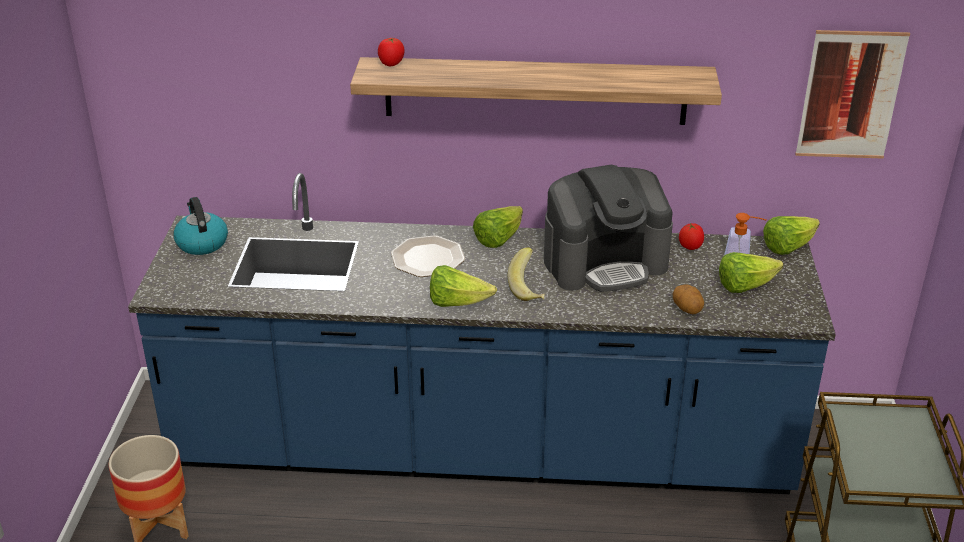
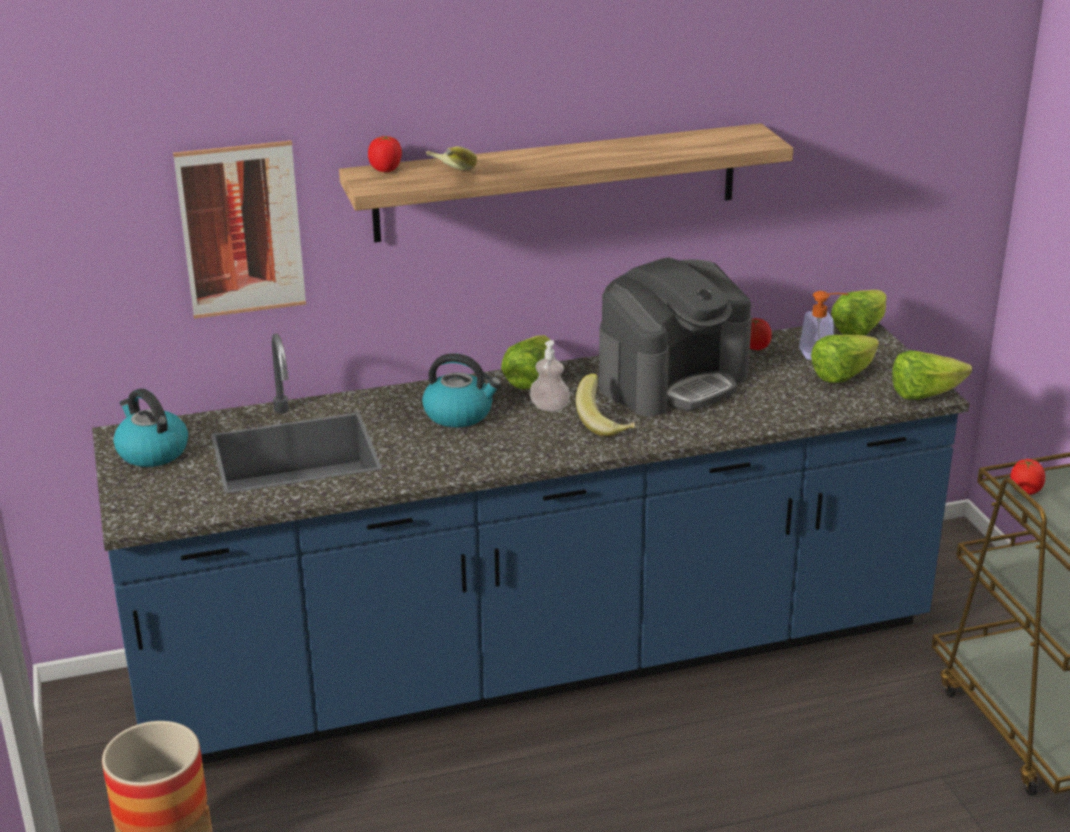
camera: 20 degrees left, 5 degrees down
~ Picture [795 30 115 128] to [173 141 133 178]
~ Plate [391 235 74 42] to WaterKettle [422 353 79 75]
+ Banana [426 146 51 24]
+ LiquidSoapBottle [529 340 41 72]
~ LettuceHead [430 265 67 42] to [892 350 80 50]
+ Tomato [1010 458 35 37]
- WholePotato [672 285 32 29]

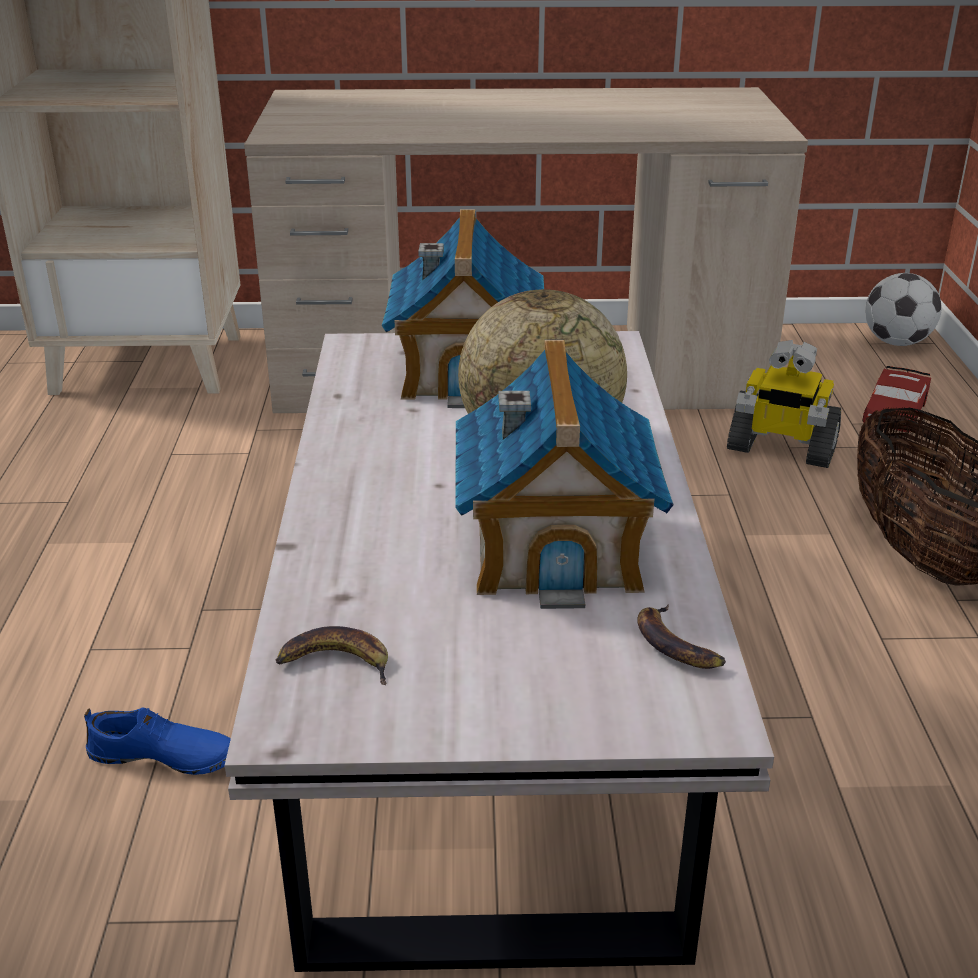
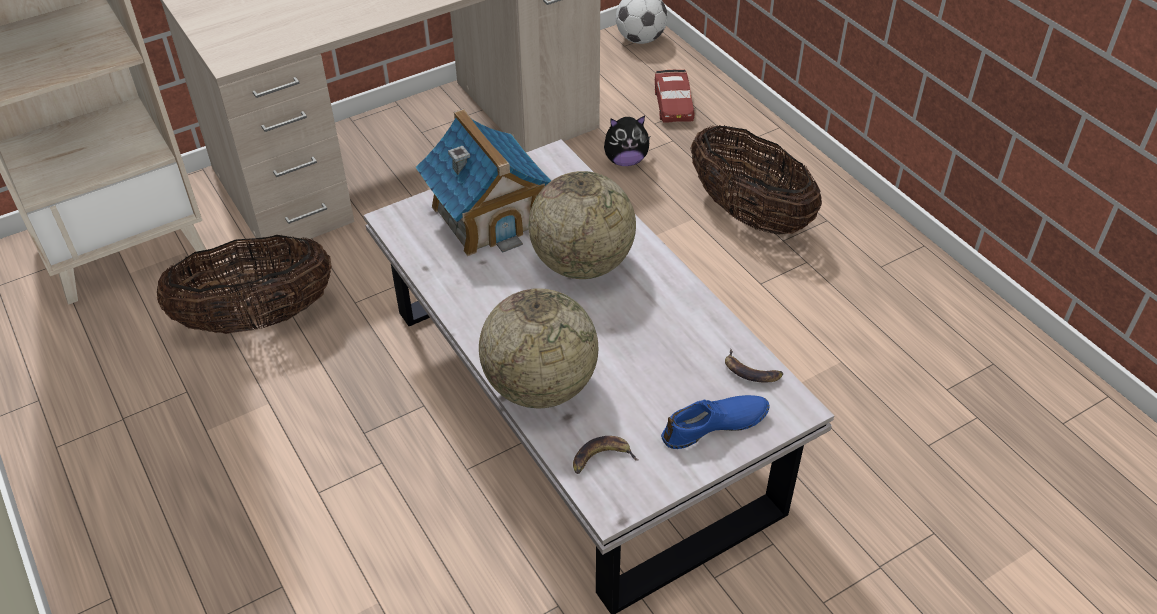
camera: 30 degrees left, 15 degrees up
+ StorageBasket [157 234 175 100]
+ WorldGlobe [479 288 119 120]
~ ModelRobot [727 340 114 128] to CuddlyToy [604 116 46 50]
~ BluishLowShoe [84 707 147 68] to [661 395 108 54]
- ModelHouse [455 340 219 269]

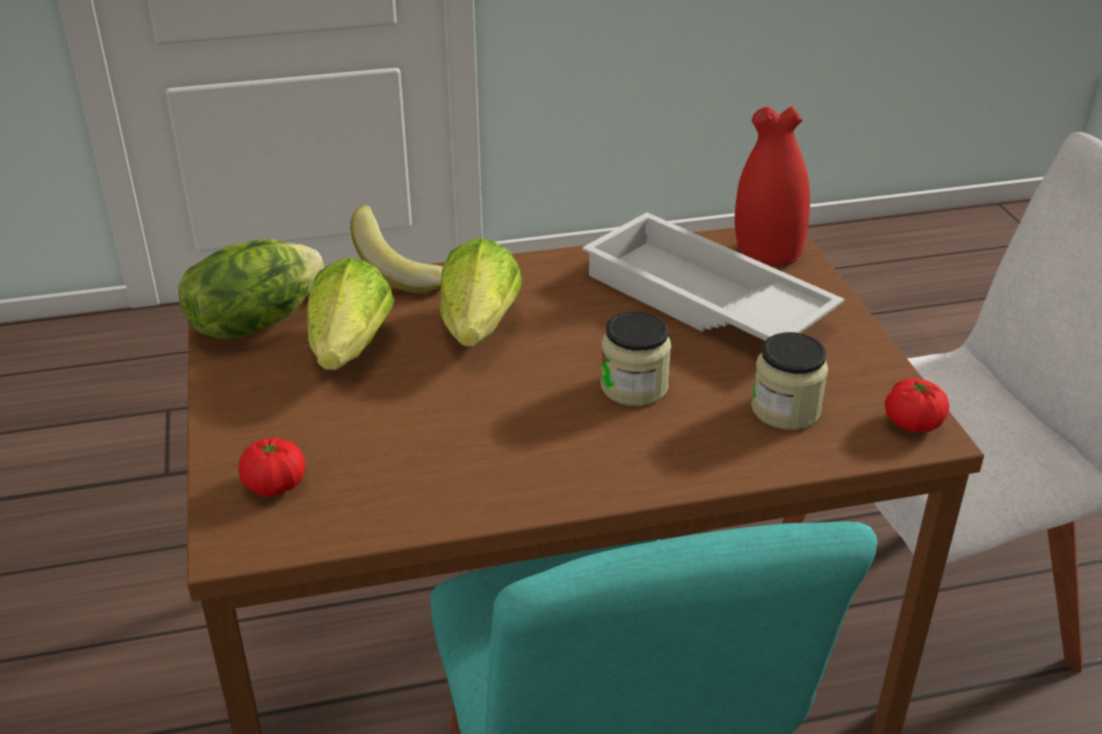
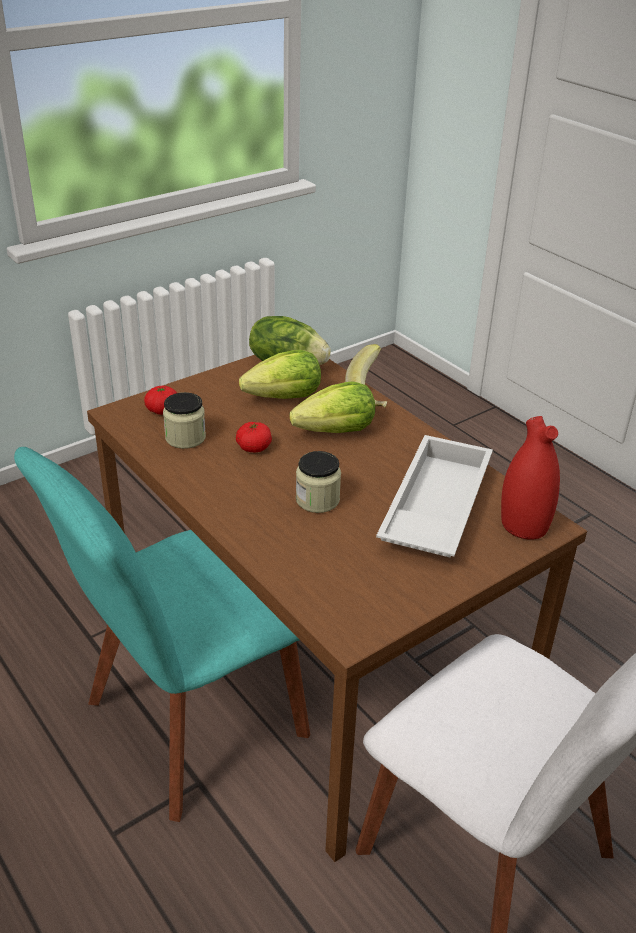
camera: 65 degrees right, 0 degrees up
~ PreserveJar [751 332 77 98] to [163 392 43 57]
~ Tomato [885 378 64 54] to [236 422 36 30]

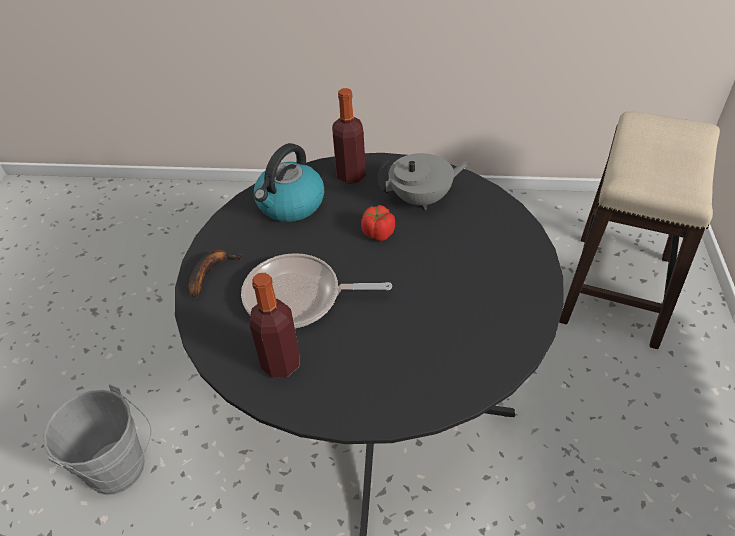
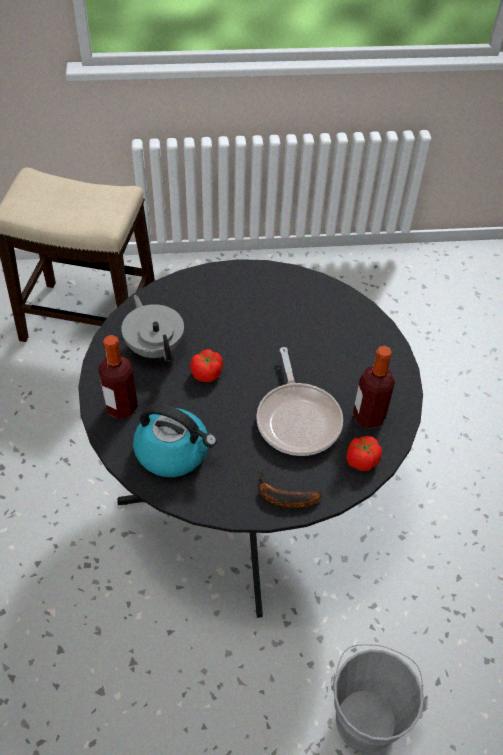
camera: 105 degrees left, 5 degrees up
+ Tomato [346 436 36 35]

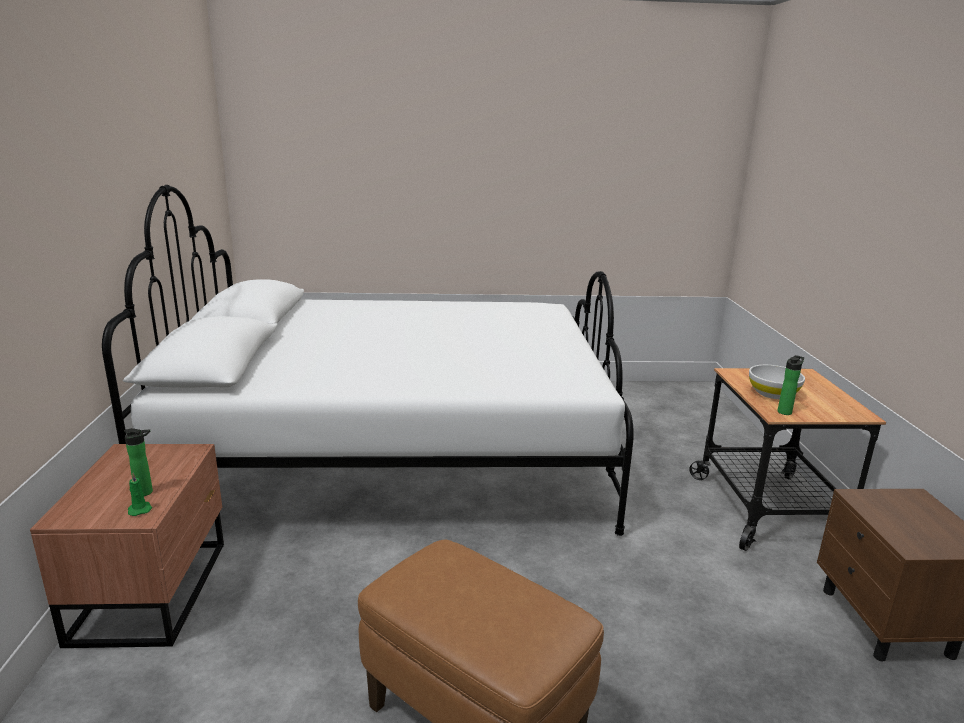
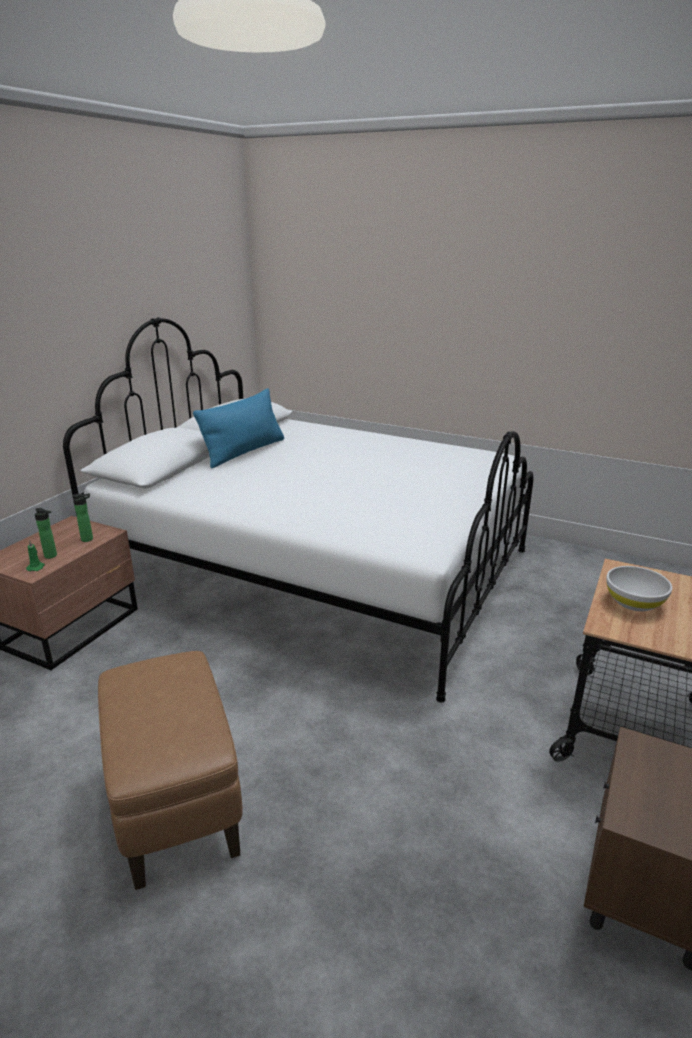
camera: 30 degrees right, 5 degrees up
~ Bottle [777 355 27 60] to [72 493 21 49]
+ BluishThrowPillow [193 388 91 80]

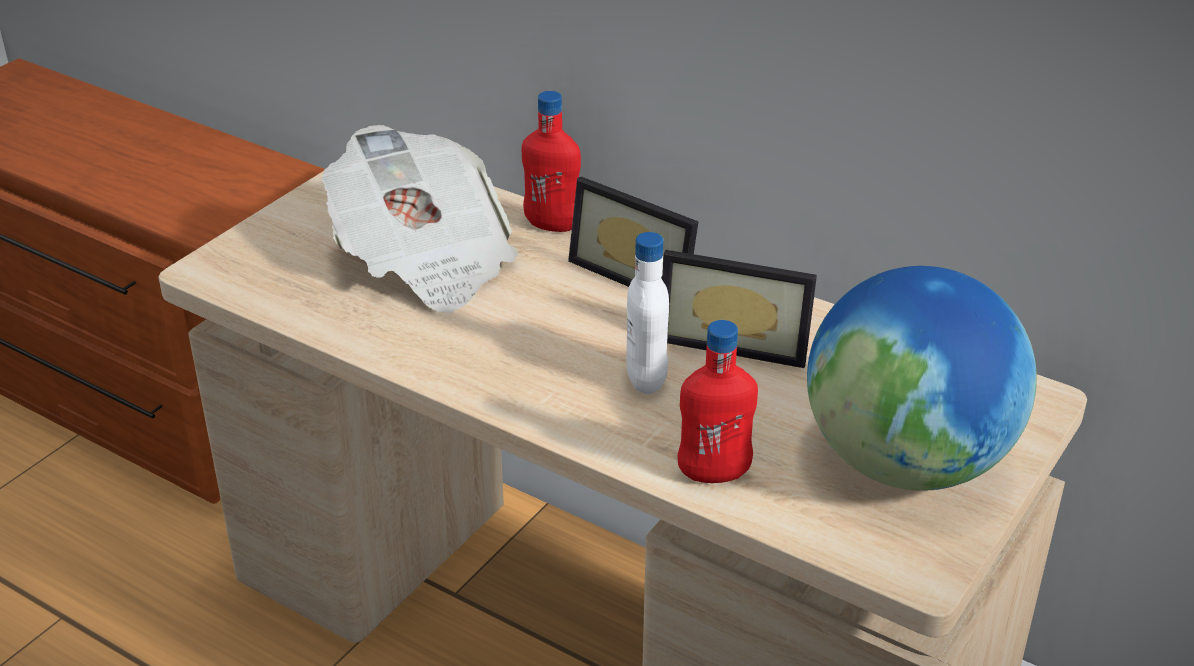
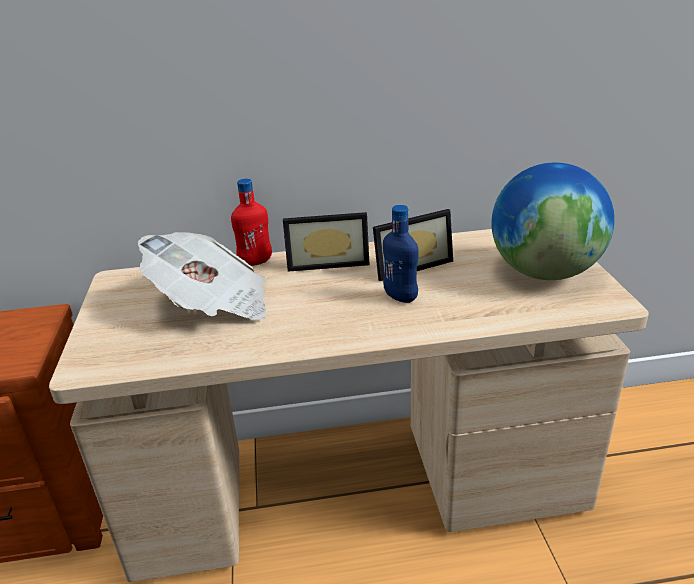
camera: 40 degrees left, 5 degrees down
~ WhiteBottle [626 232 43 162] to BluishBottle [383 205 36 98]
- RedBottle [678 320 80 163]

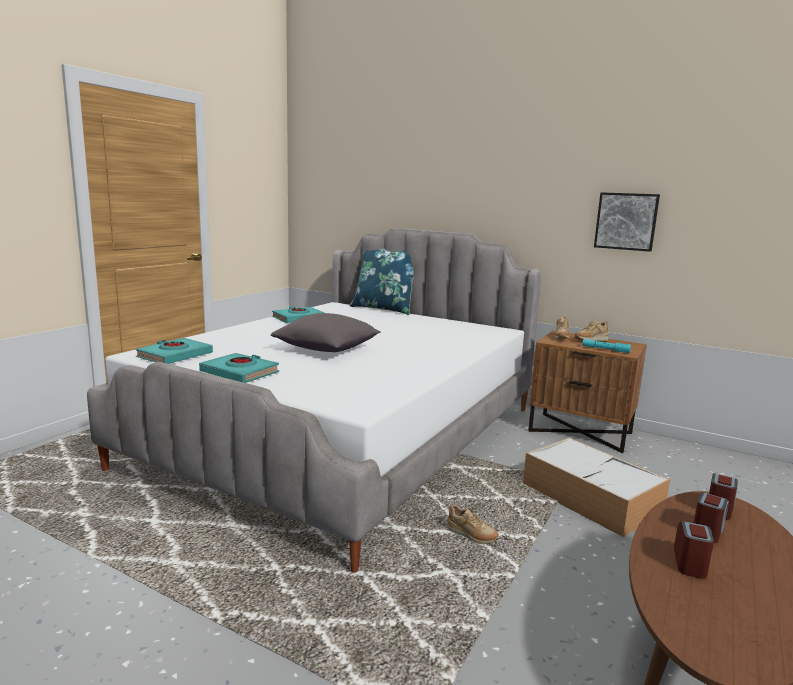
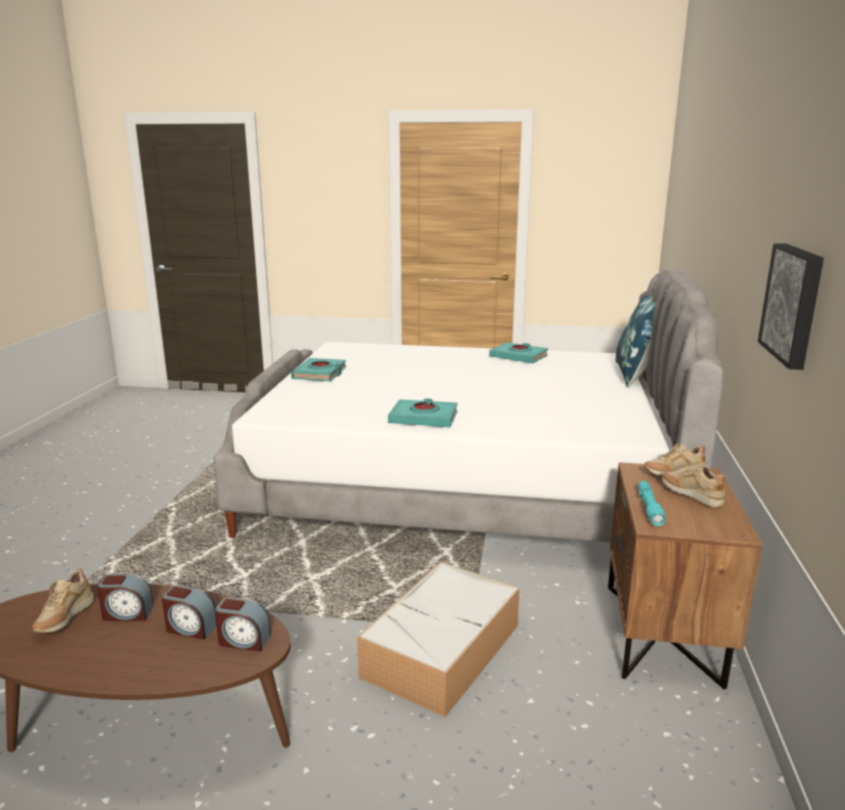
camera: 70 degrees right, 5 degrees up
~ BeigeLowShoe [447 505 52 39] to [32 569 63 64]
~ TurquoiseColouredBook [136 338 77 26] to [388 398 70 29]
- GreyishThrowPillow [271 313 110 39]

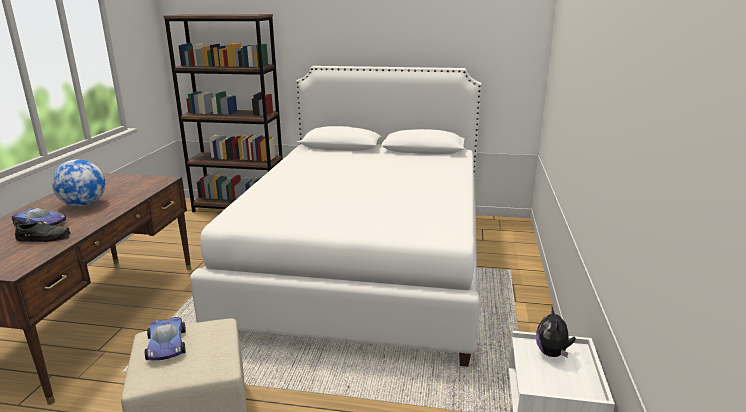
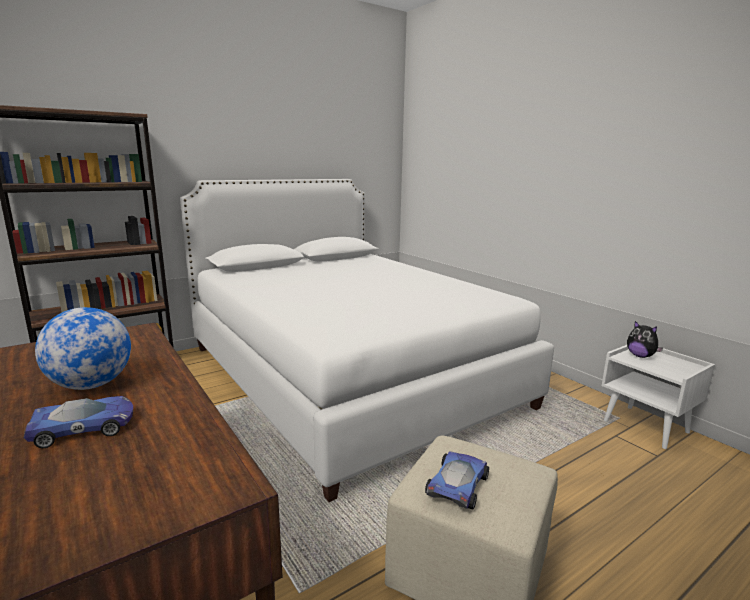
camera: 45 degrees left, 5 degrees down
~ ModelCar [145 317 41 43] = [425 451 64 59] 90 degrees counterclockwise
- BlackLowShoe [15 221 55 21]

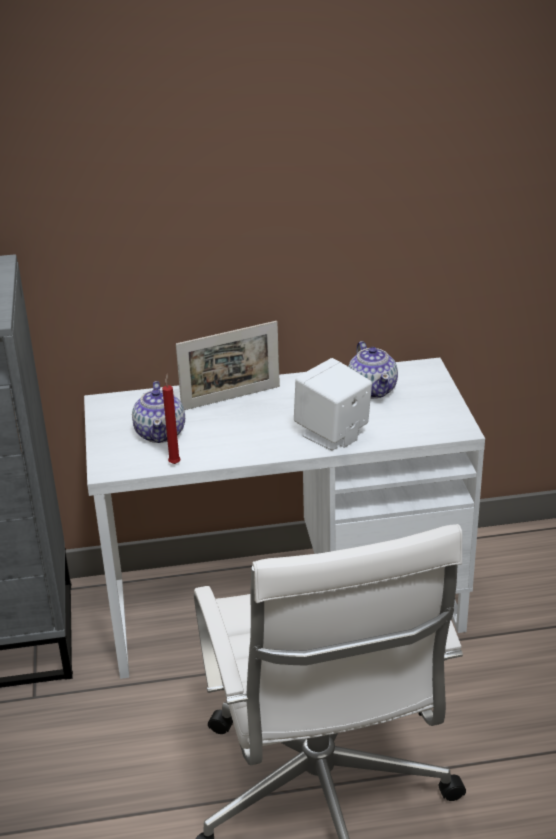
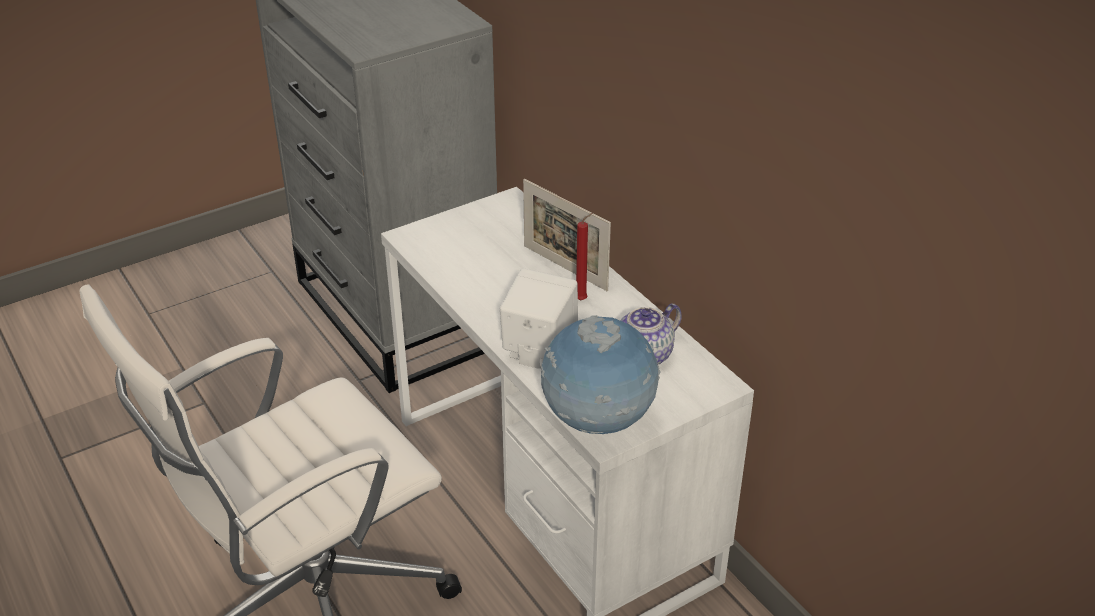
camera: 65 degrees right, 5 degrees up
+ WorldGlobe [540 315 121 119]
~ RedWaxCandle [162 373 19 91] to [576 213 17 87]
- Teapot [132 381 53 62]

